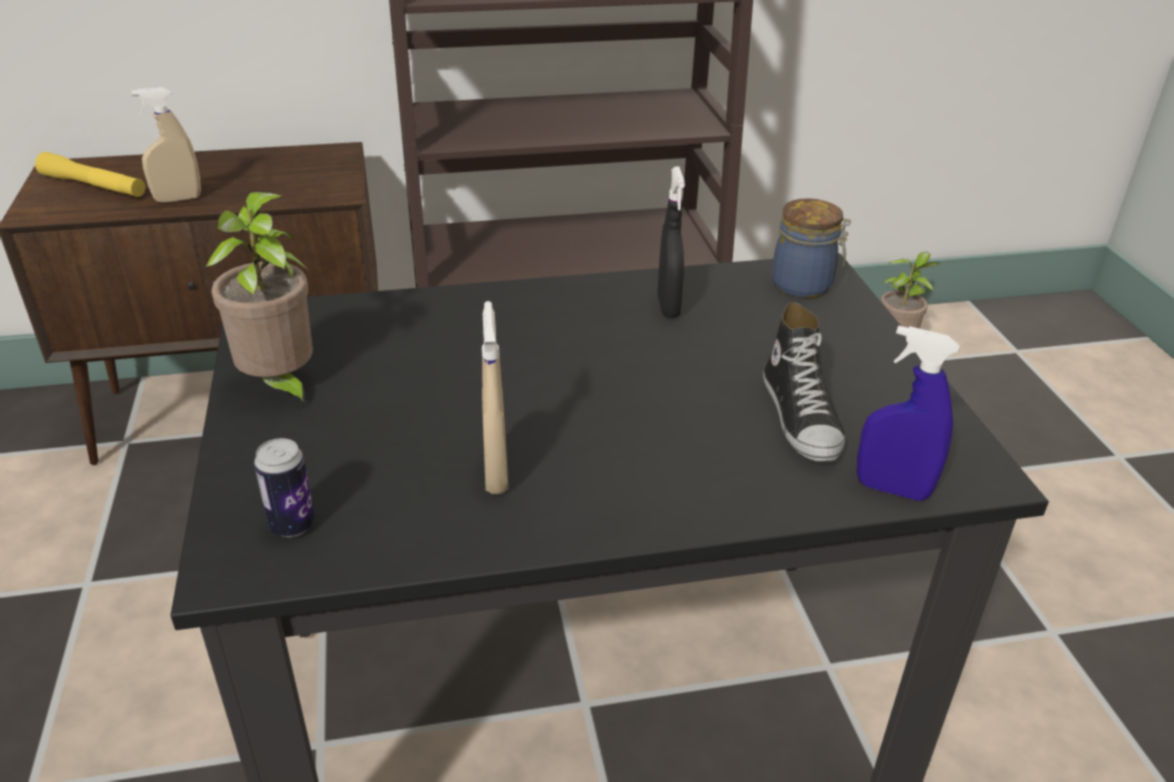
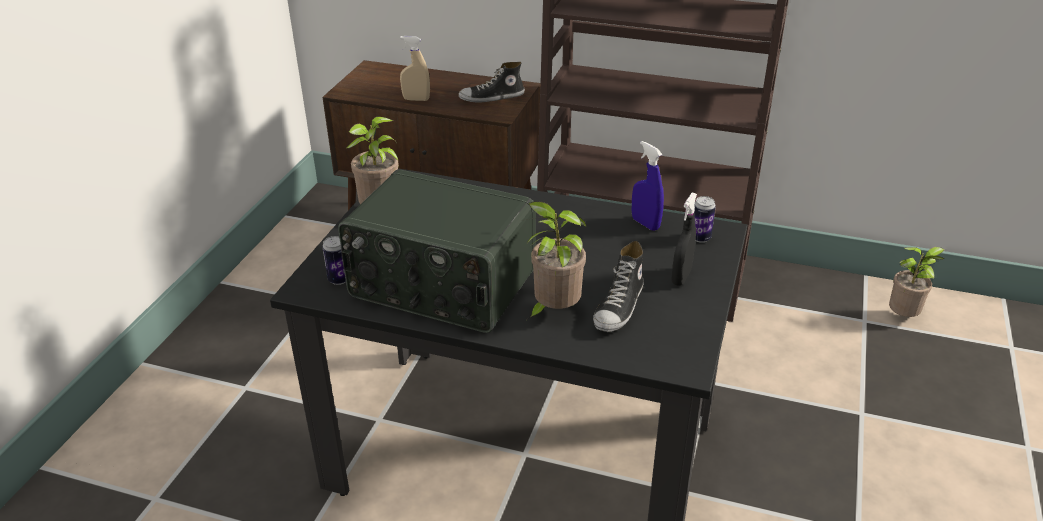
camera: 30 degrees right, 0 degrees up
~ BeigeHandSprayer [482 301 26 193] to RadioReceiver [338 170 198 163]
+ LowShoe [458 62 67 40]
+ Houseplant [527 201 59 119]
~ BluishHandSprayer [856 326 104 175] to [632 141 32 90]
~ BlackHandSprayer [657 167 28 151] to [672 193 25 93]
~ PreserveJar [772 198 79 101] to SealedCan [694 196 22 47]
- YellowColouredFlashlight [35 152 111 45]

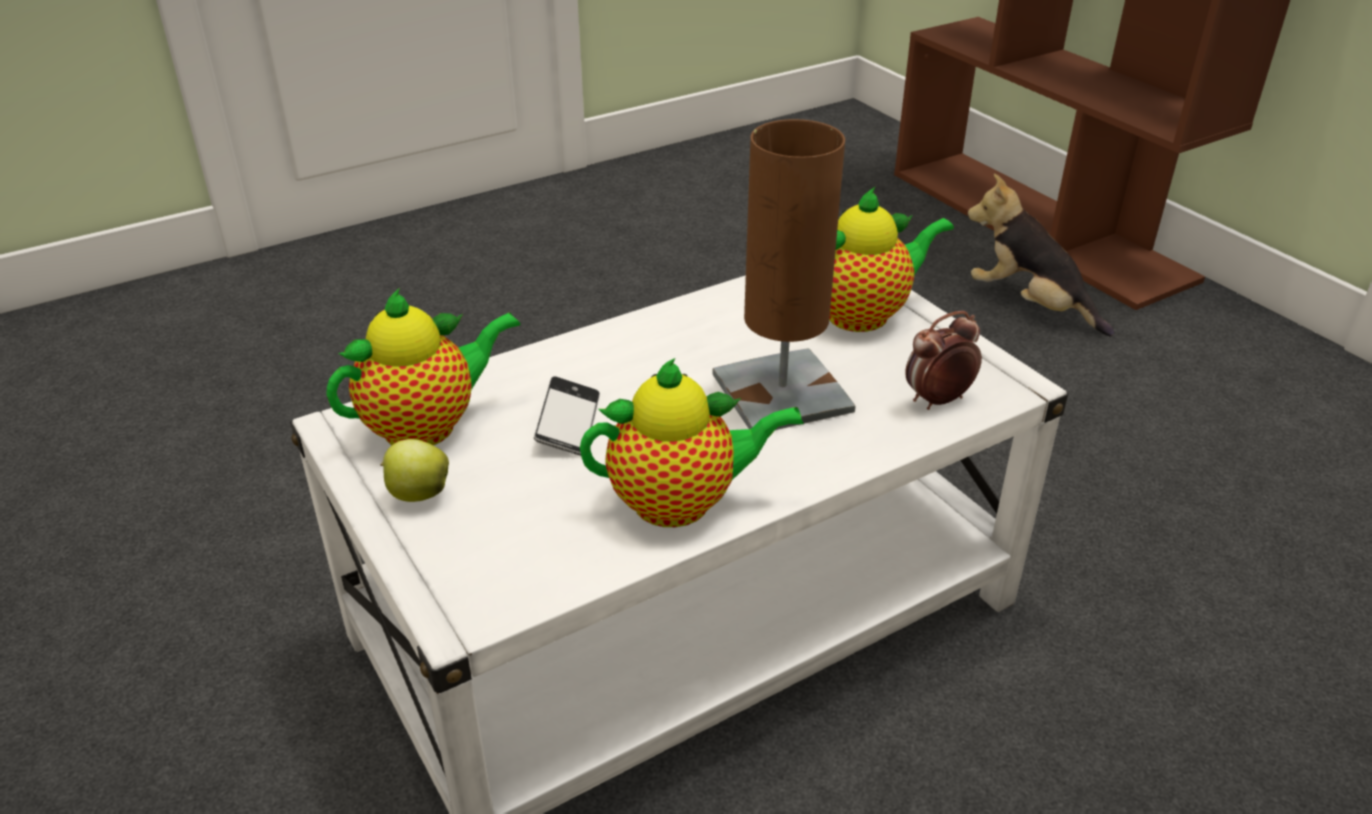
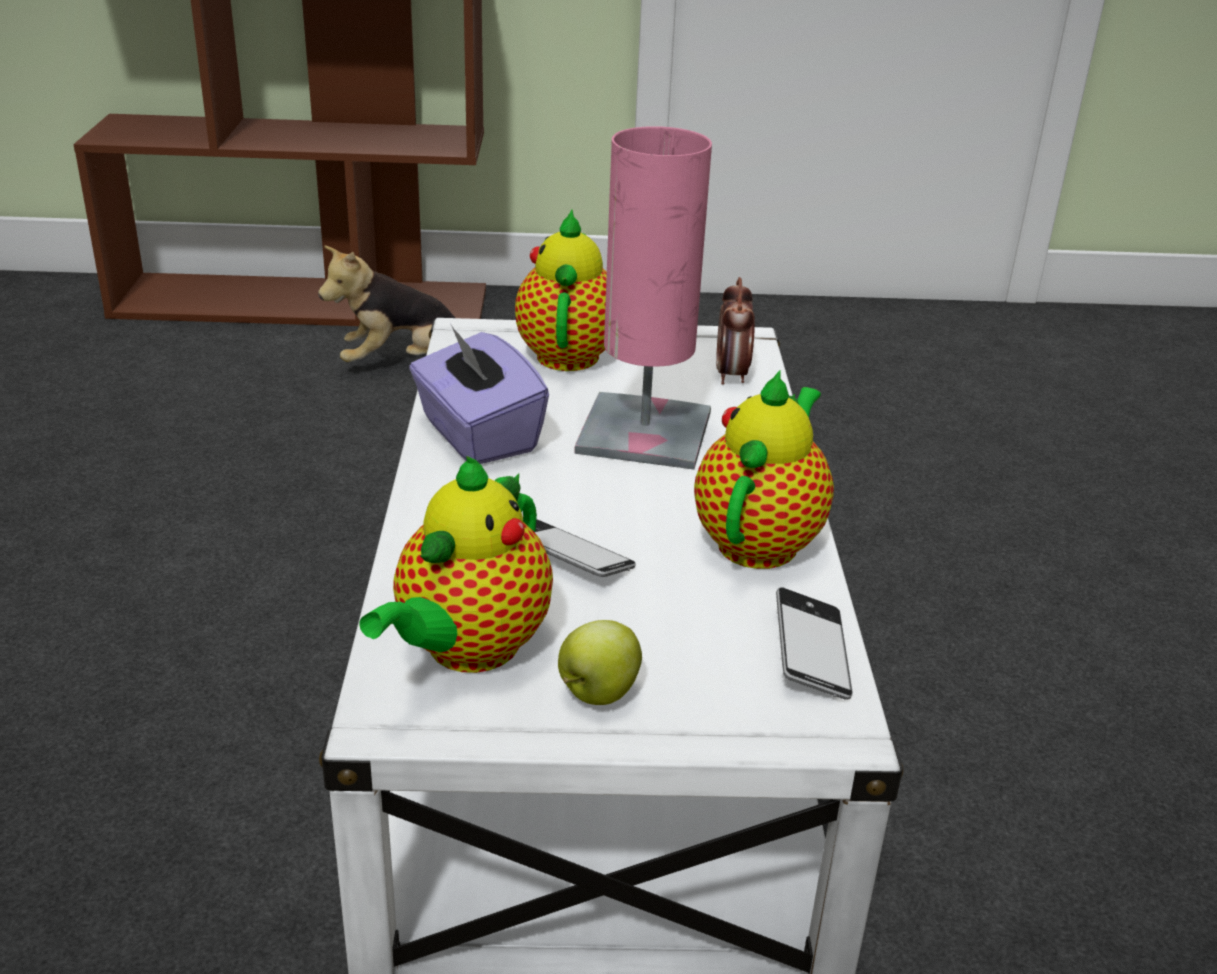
camera: 60 degrees left, 5 degrees down
~ Teapot [326 289 195 157] = [359 456 194 217] 150 degrees counterclockwise
+ PurpleColouredBoxOfTissues [409 323 140 141]
~ BrownishTabletopLamp [713 119 142 311] to PinkTabletopLamp [575 126 137 344]
+ Handset [776 587 77 113]

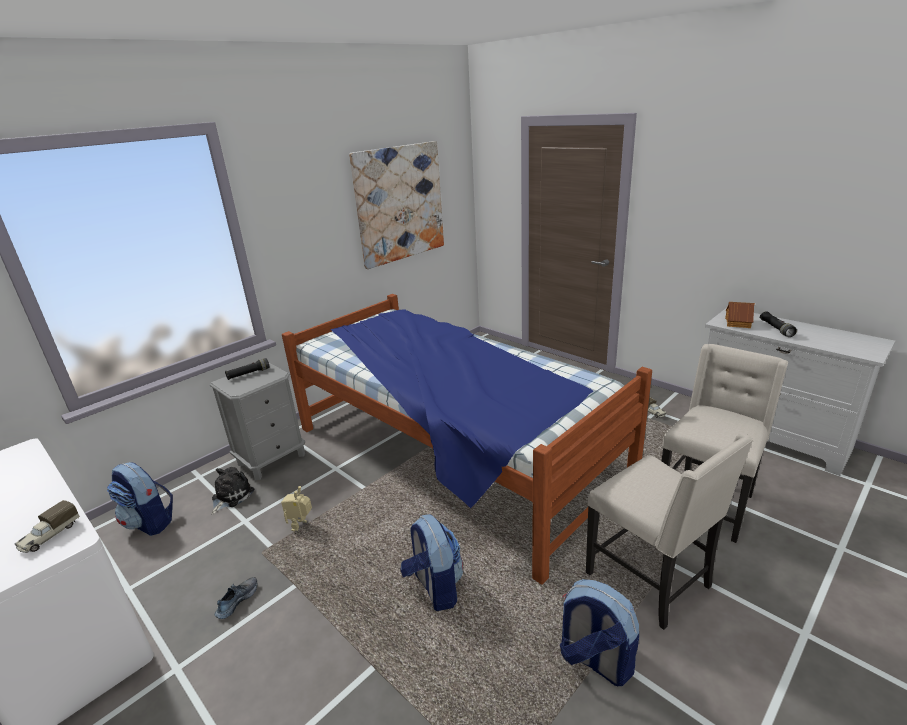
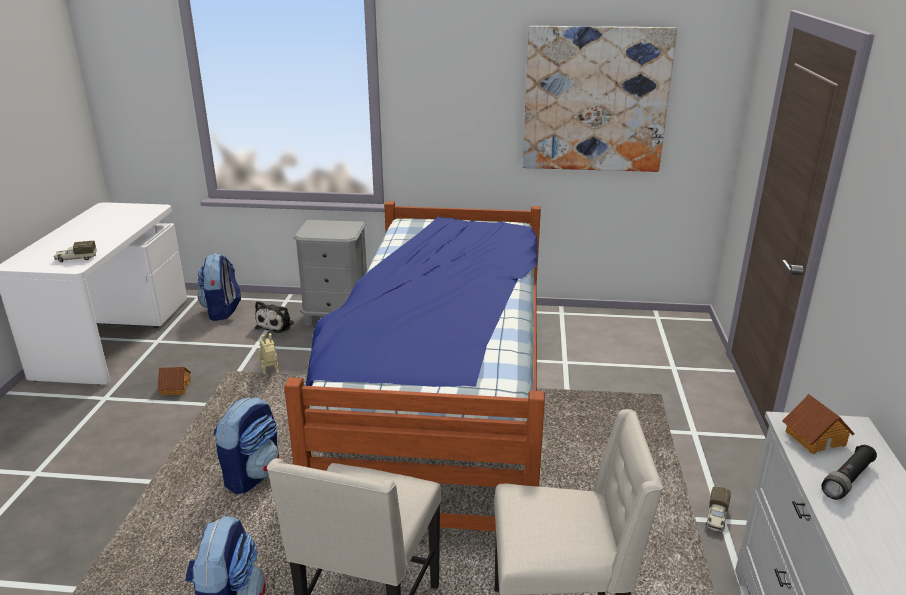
camera: 50 degrees right, 0 degrees up
~ LowShoe [214 577 43 42] to ModelHouse [157 367 34 28]
~ CuddlyToy [211 467 44 48] = [255 301 39 32] 120 degrees clockwise
- BlackFlashlight [225 358 45 22]

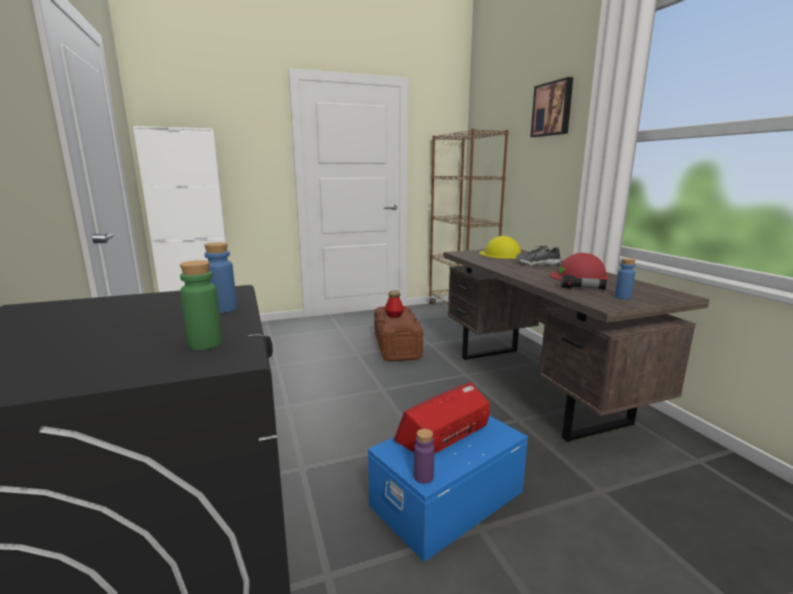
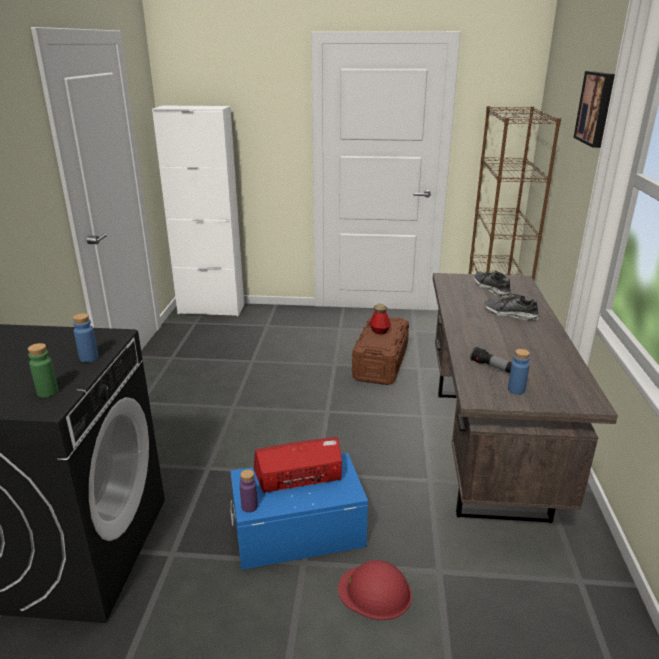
camera: 25 degrees right, 10 degrees up
~ RedWorkHelmet [550 253 58 28] to [338 560 74 60]
~ YellowColouredWorkHelmet [479 236 42 23] to LowShoe [474 271 37 26]

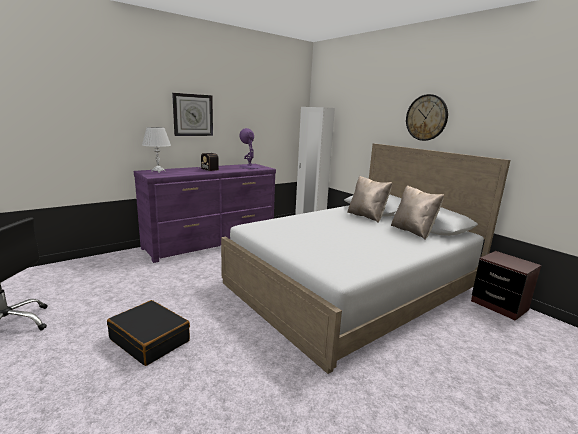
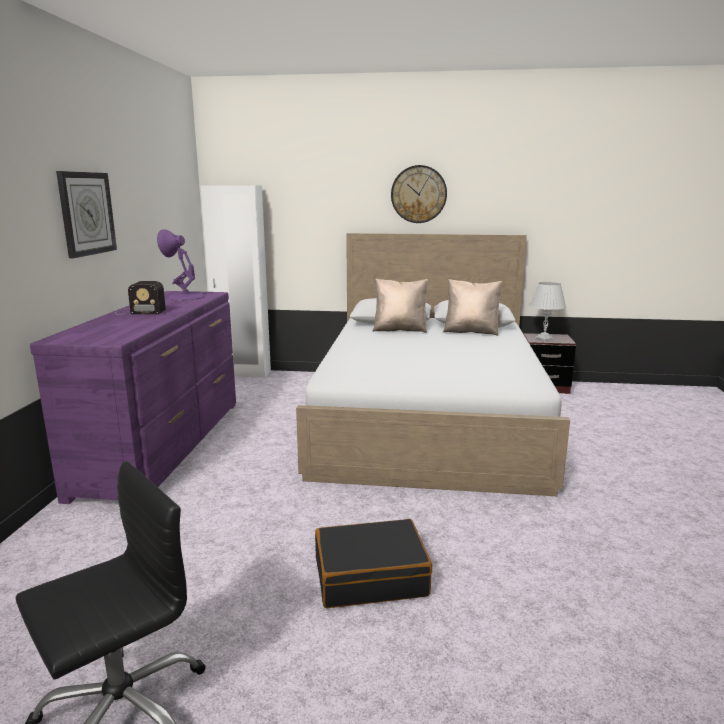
camera: 45 degrees left, 0 degrees up
~ WhiteTabletopLamp [142 127 29 46] to [529 282 37 60]

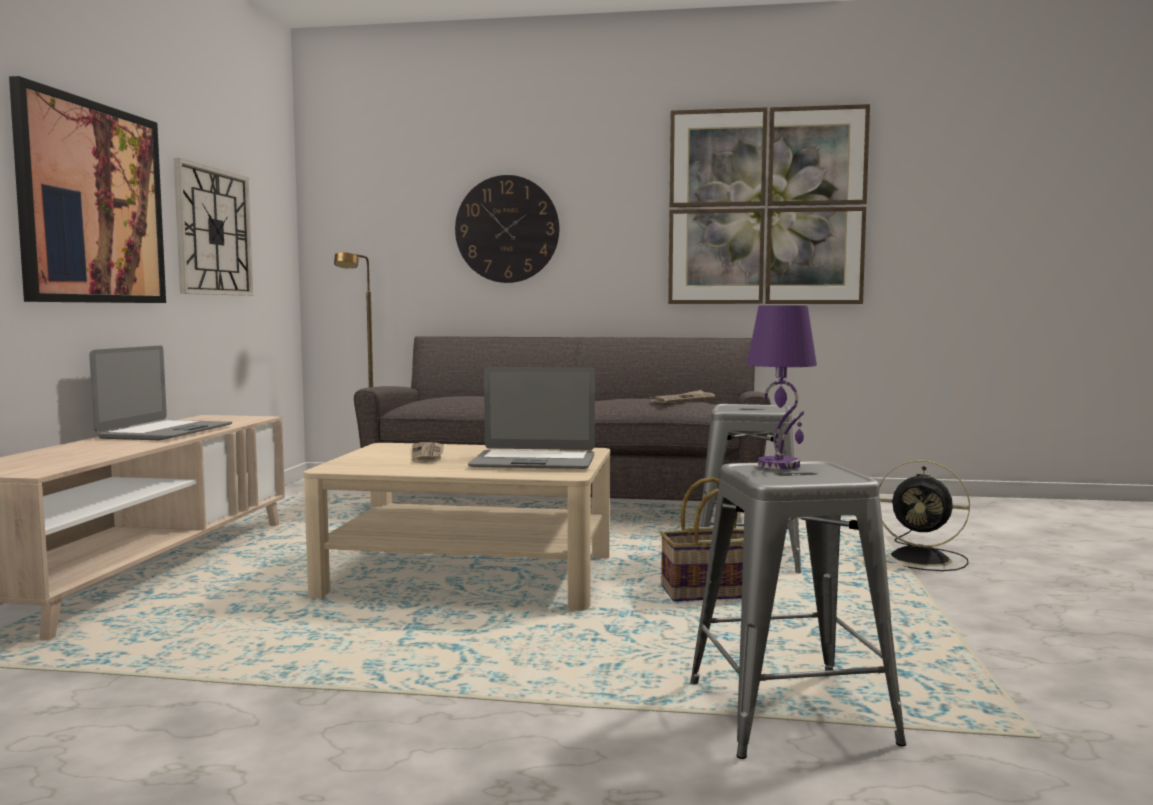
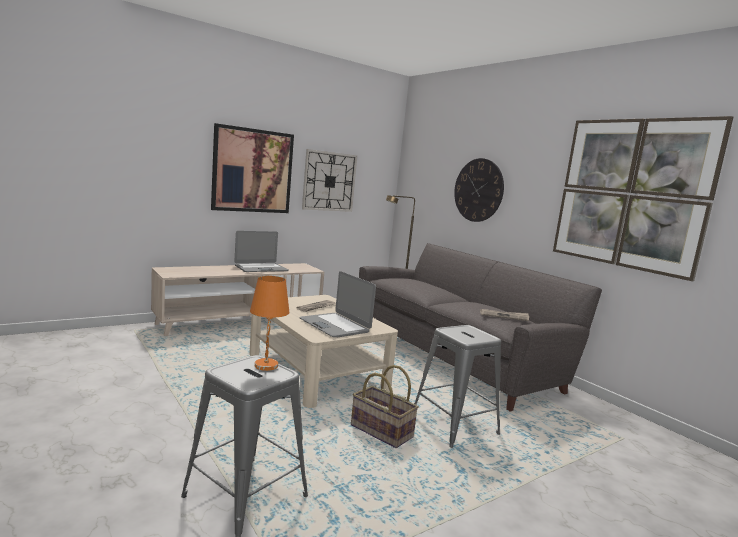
camera: 45 degrees right, 5 degrees up
~ PurpleColouredTabletopLamp [747 305 70 164] to OrangeyTabletopLamp [250 276 39 95]
- BlackFan [879 460 91 111]

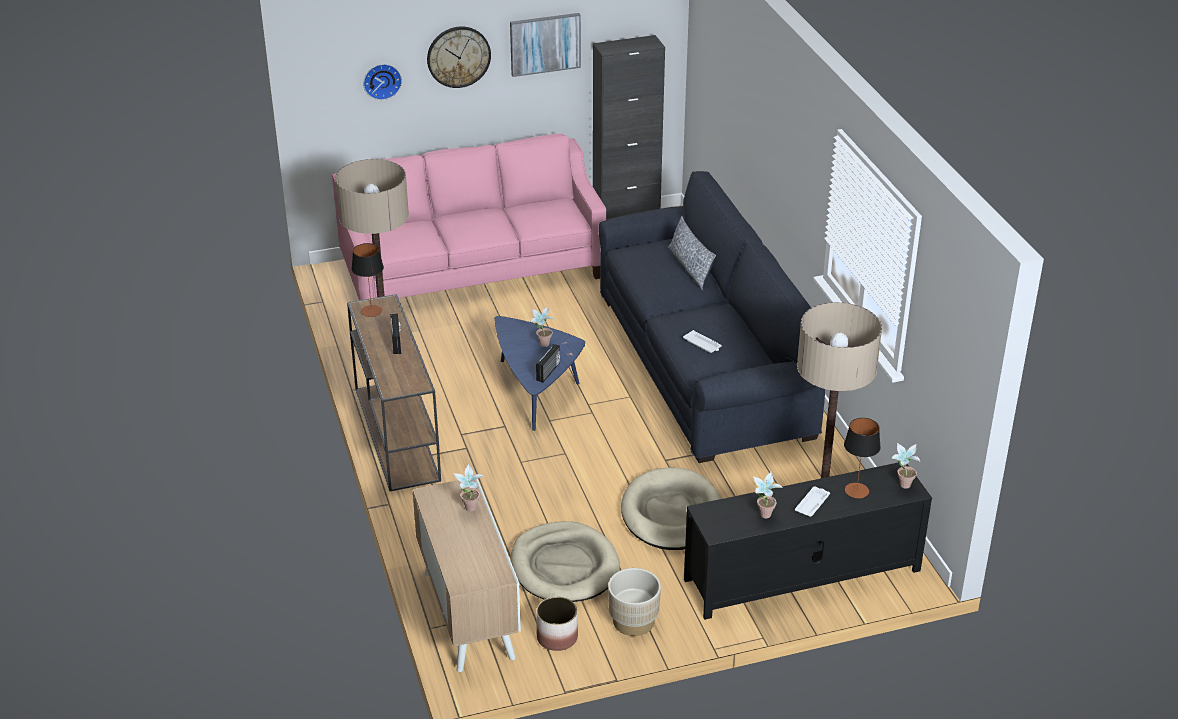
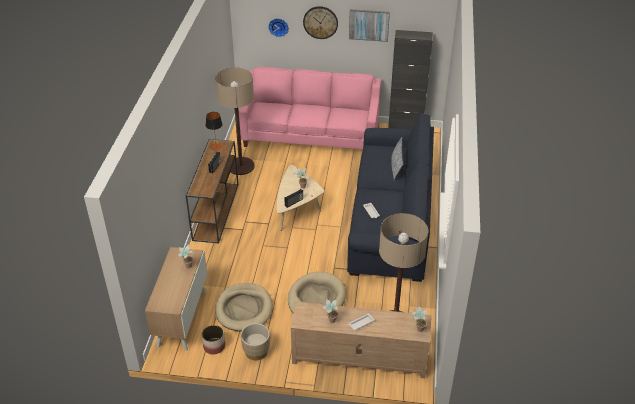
camera: 25 degrees right, 5 degrees up
~ BluishCoffeeTable [494 316 91 115] to BeigeCoffeeTable [277 165 47 66]
~ BlackMediaConsole [684 462 248 158] to BeigeMediaConsole [291 301 140 77]
- TabletopLamp [844 418 37 80]

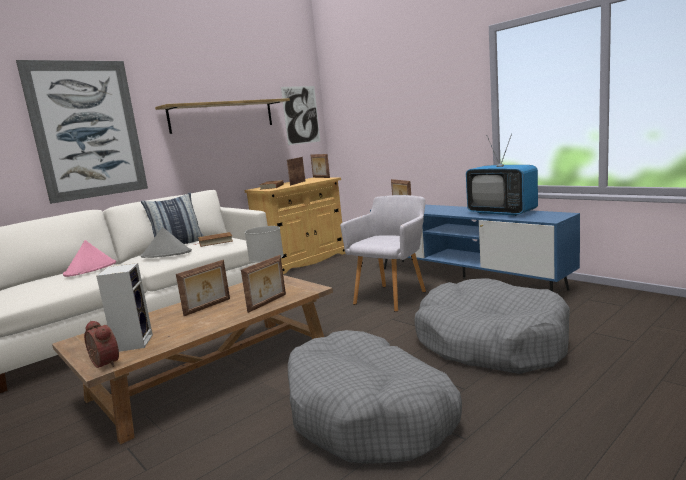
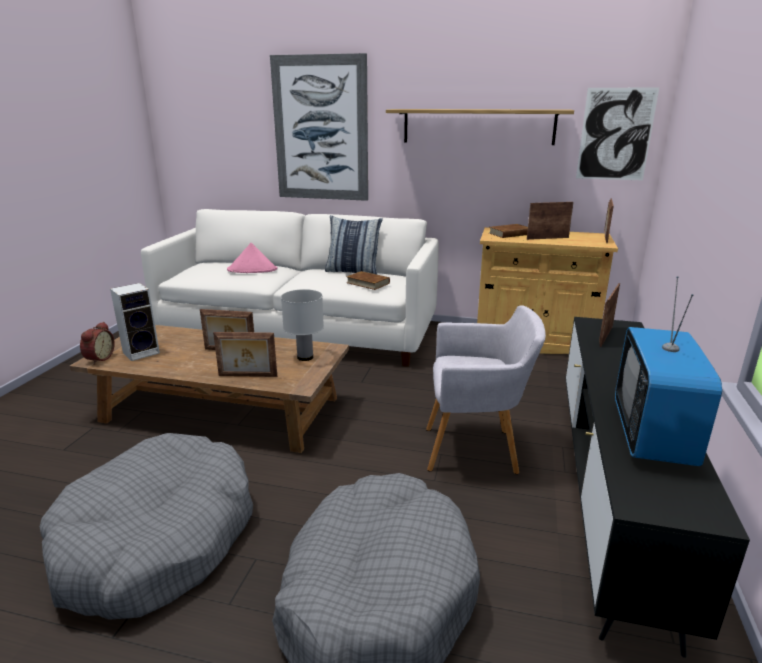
camera: 55 degrees right, 10 degrees up
~ BluishMediaConsole [370 205 210 86] to BlackMediaConsole [565 317 185 341]
- GreyishClothingHat [140 227 52 31]

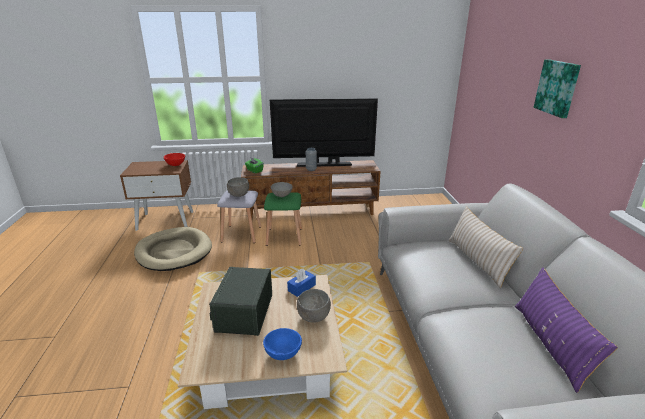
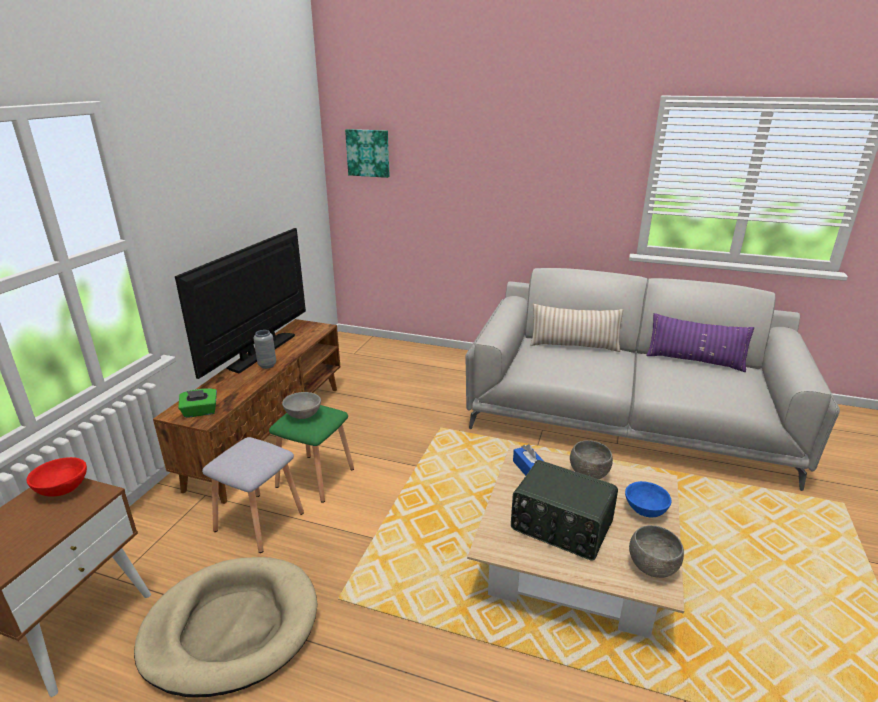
camera: 65 degrees left, 0 degrees up
~ Picture [533 59 48 59] to [345 129 45 49]
~ GreyishBowl [227 177 22 20] to [629 525 55 53]

